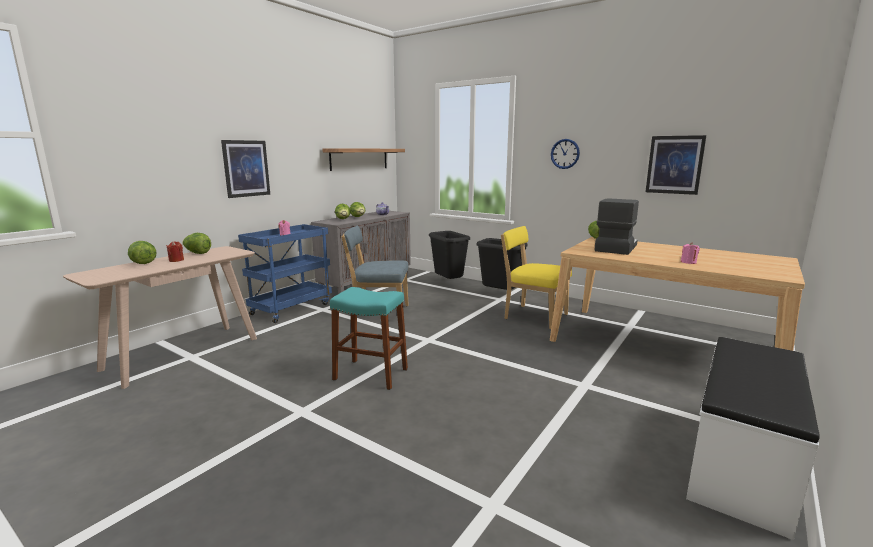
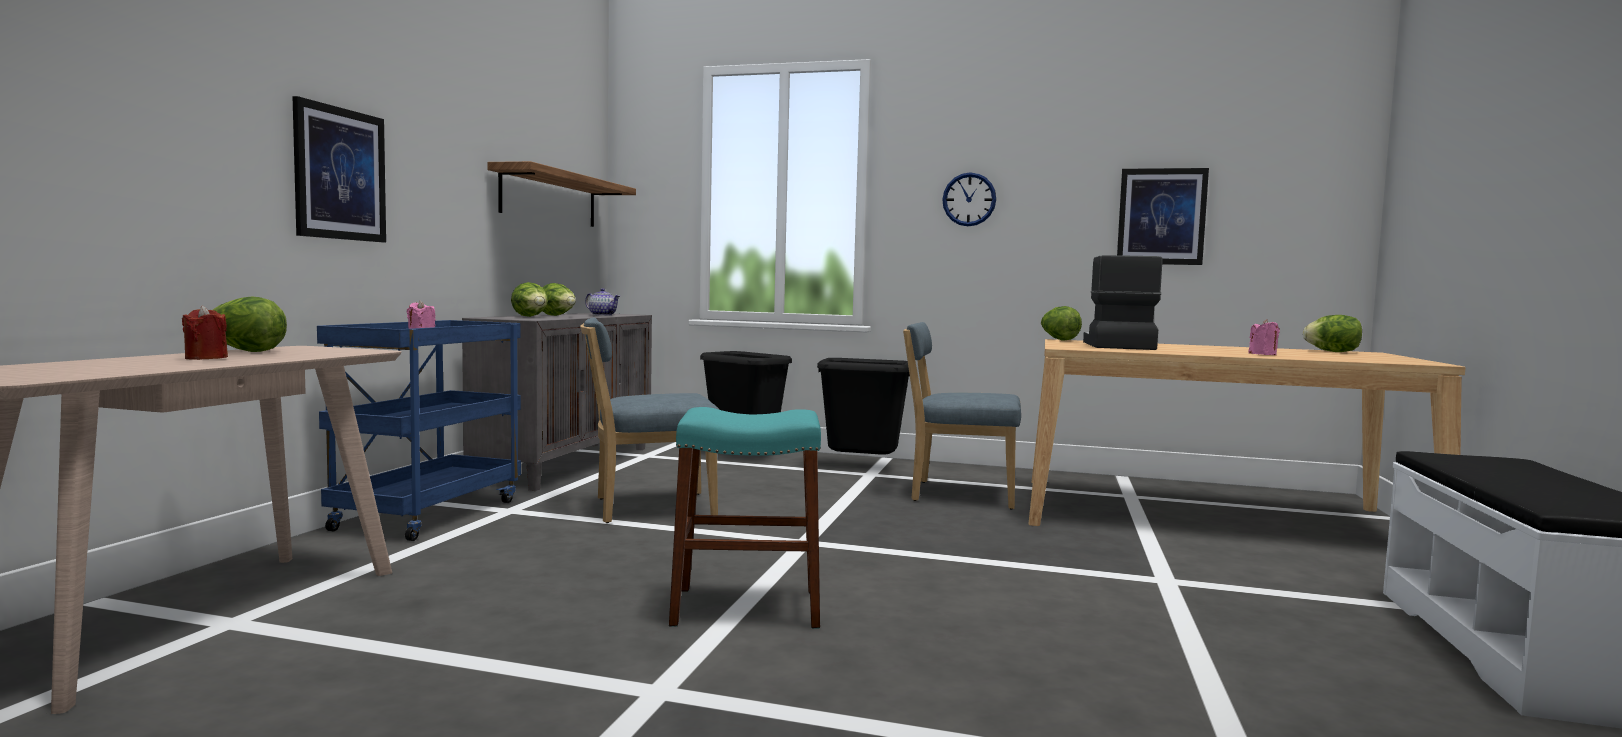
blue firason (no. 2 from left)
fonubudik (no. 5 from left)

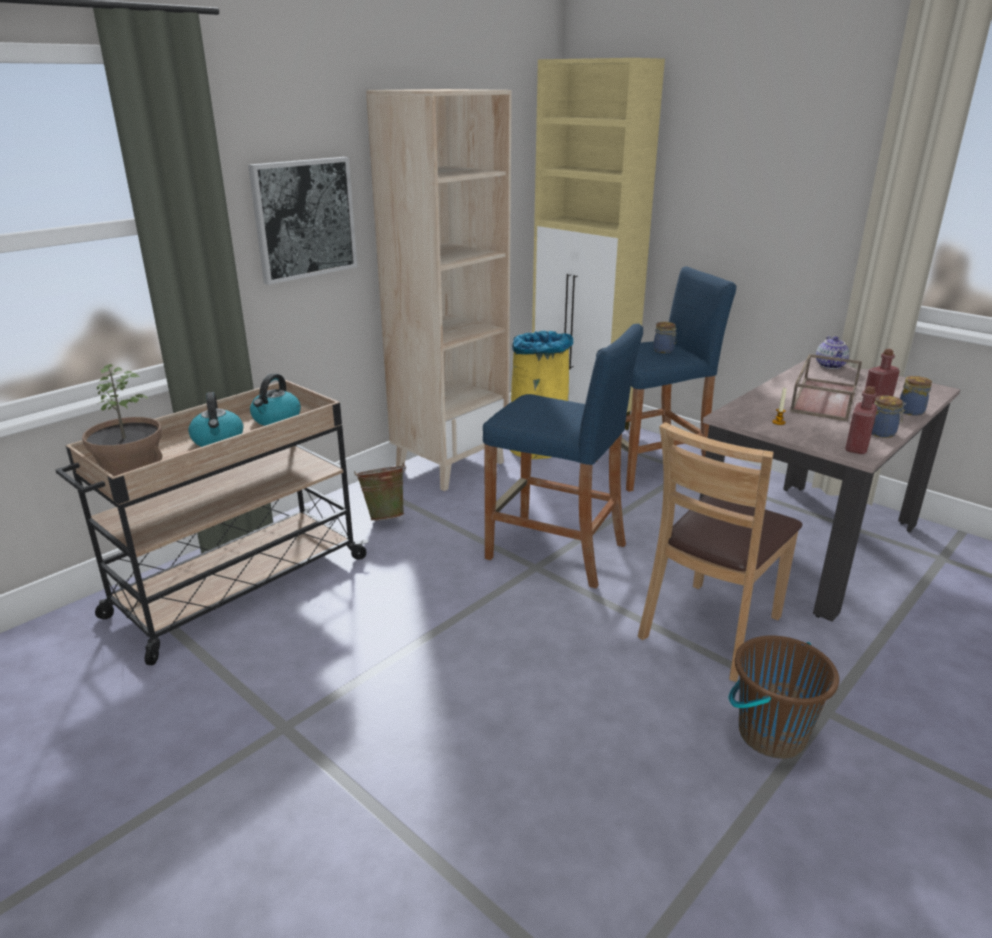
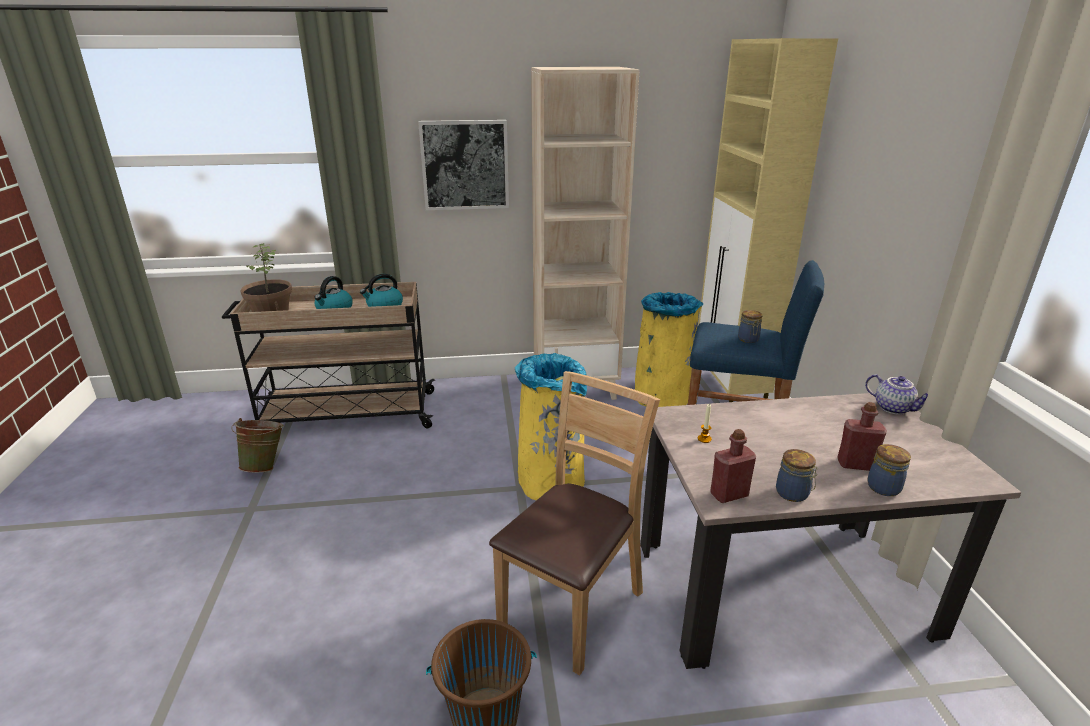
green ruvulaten
brown firason
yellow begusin (no. 1 from left)
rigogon
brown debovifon

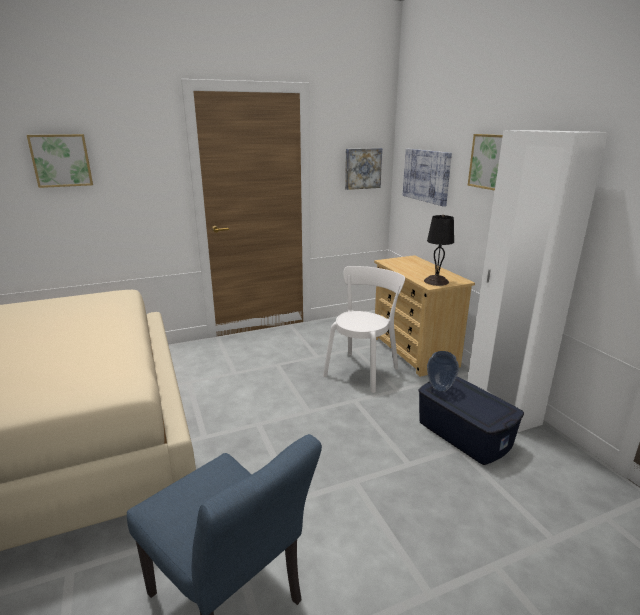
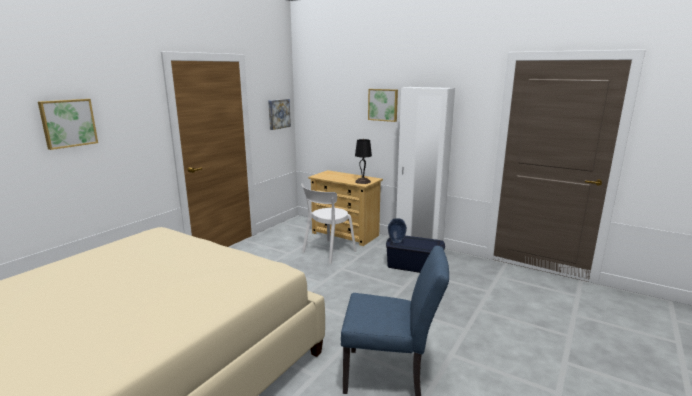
white firason
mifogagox (no. 3 from left in the first image)

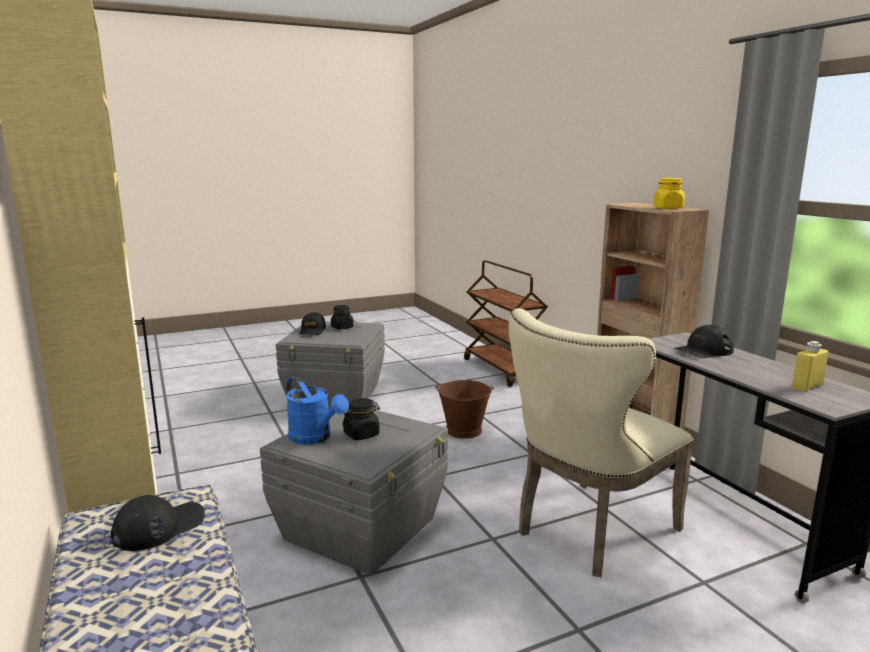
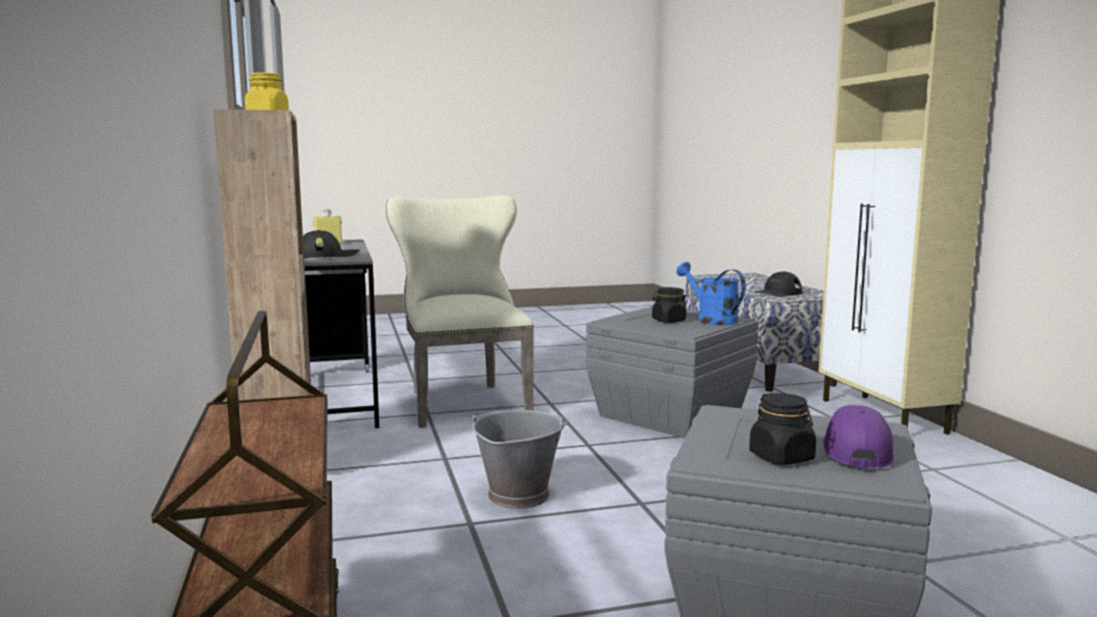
beige firason
grey ruvulaten
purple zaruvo

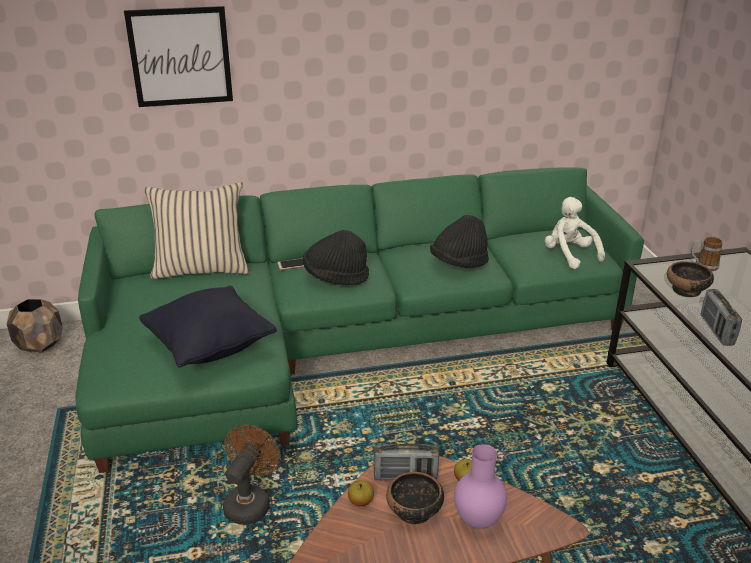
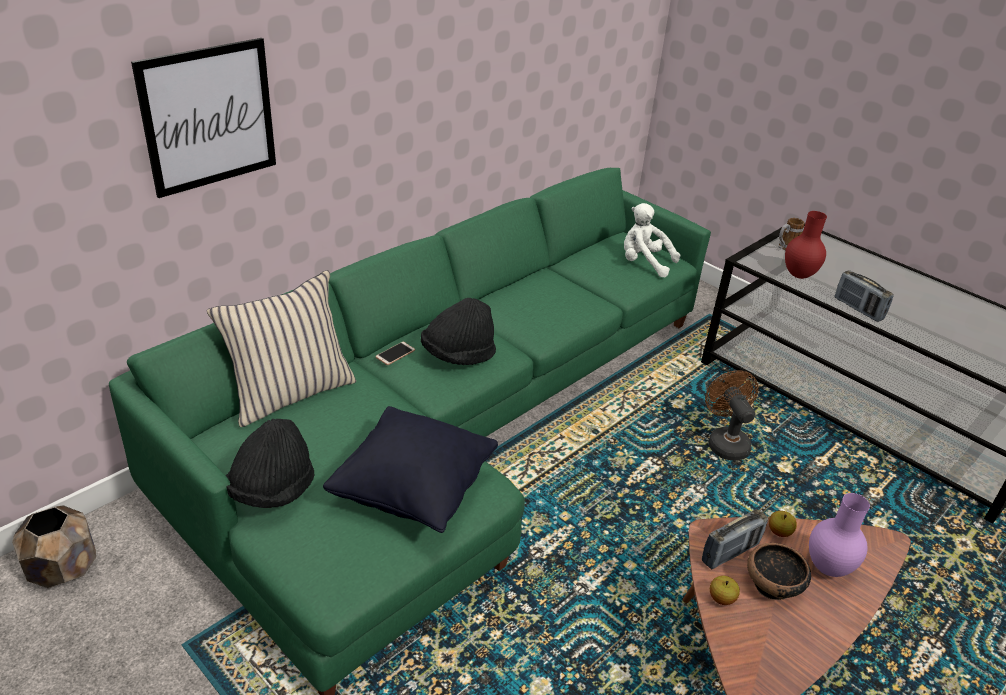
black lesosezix (no. 1 from left)
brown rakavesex
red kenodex

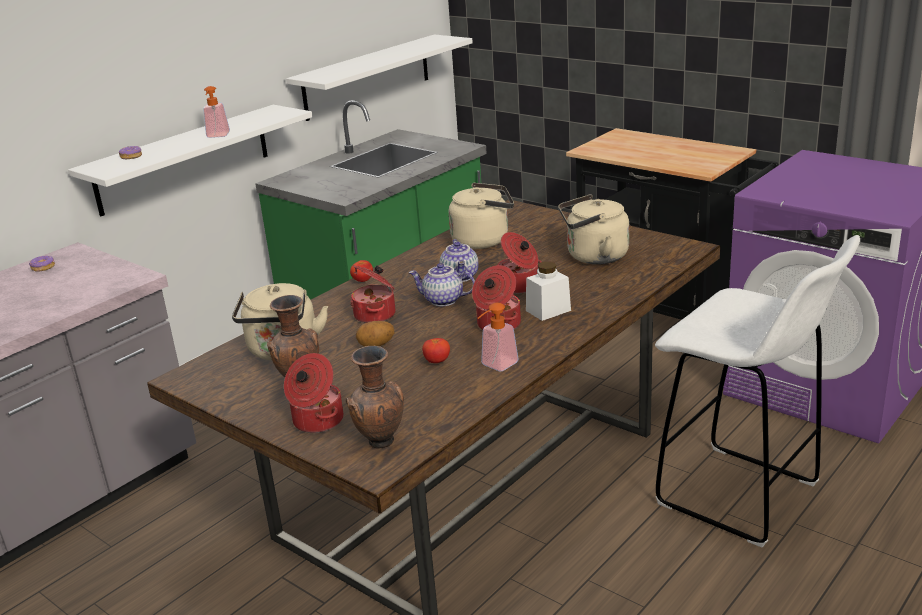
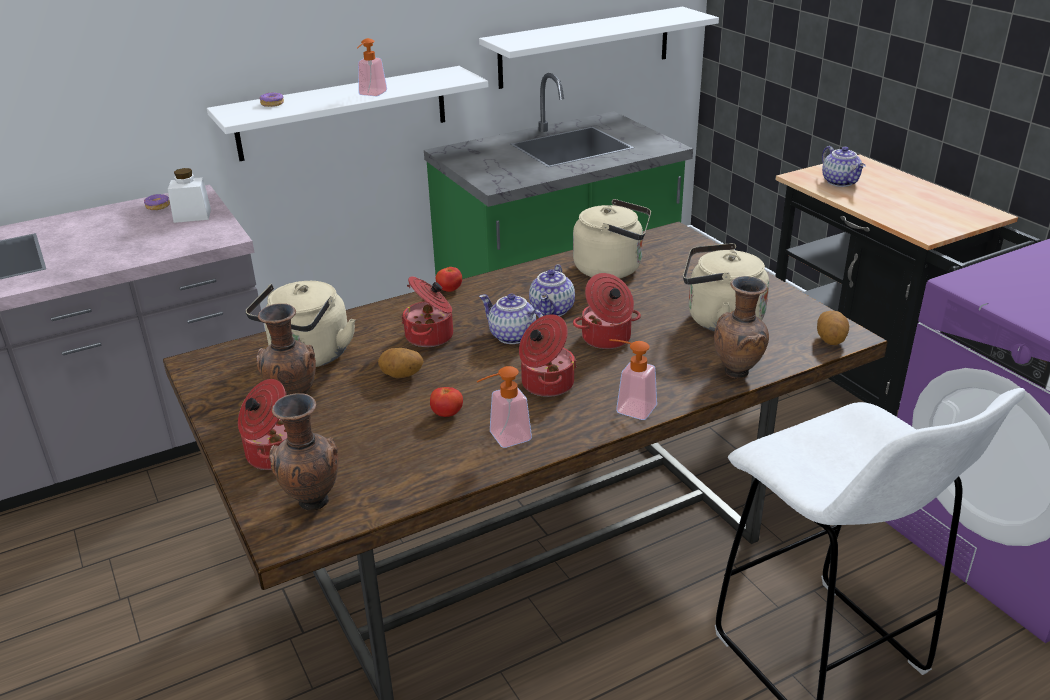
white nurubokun
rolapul (no. 3 from left)
brown kenodex (no. 3 from left)
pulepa (no. 2 from left)
rigogon (no. 3 from left)

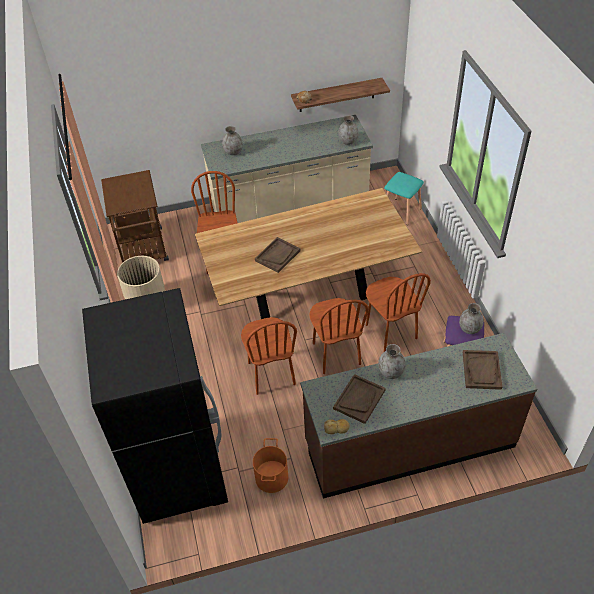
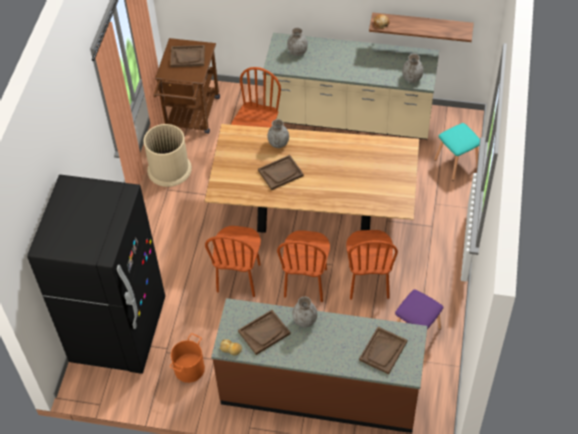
brown debovifon (no. 1 from left)
grey kenodex (no. 1 from left)

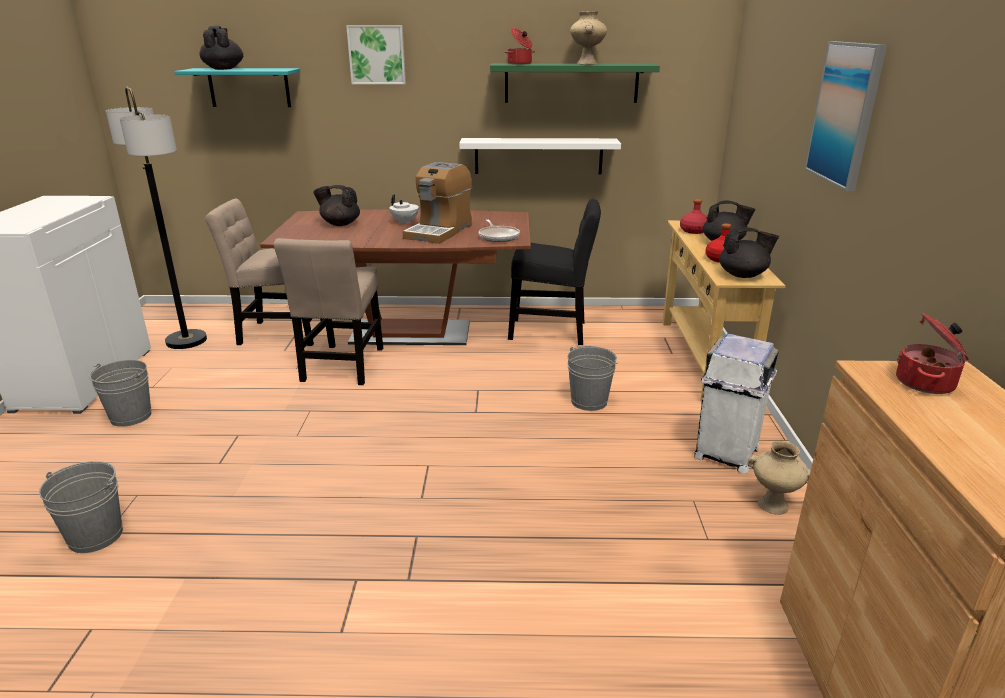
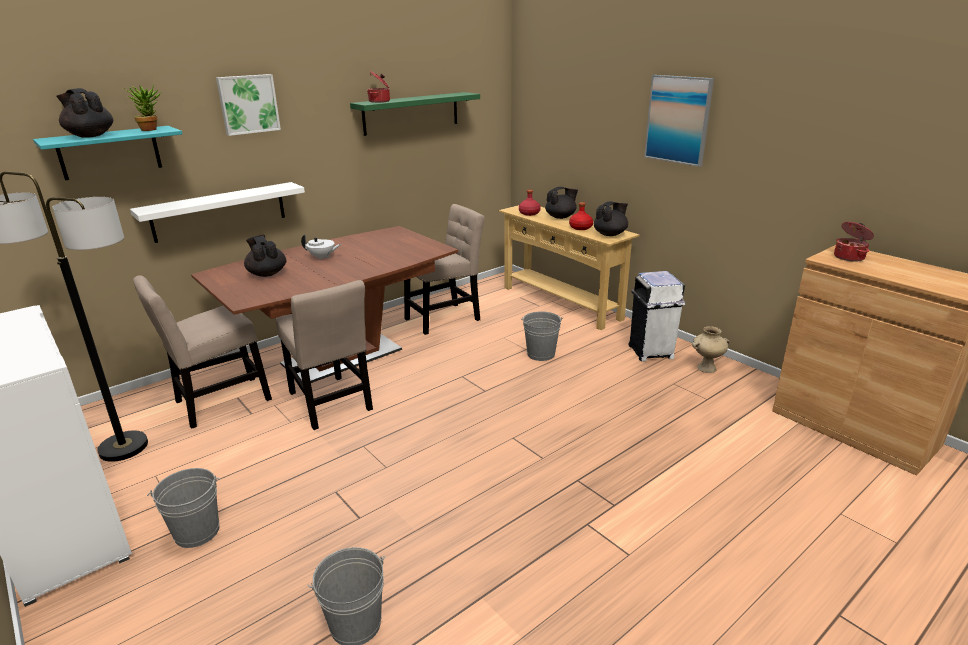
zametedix
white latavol
black rigogon (no. 2 from left)
beige firason (no. 3 from left)
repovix
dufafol
beige kenodex (no. 1 from left in the first image)

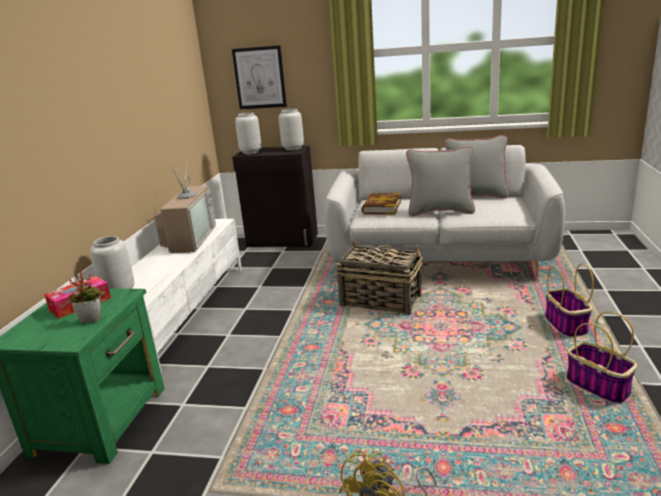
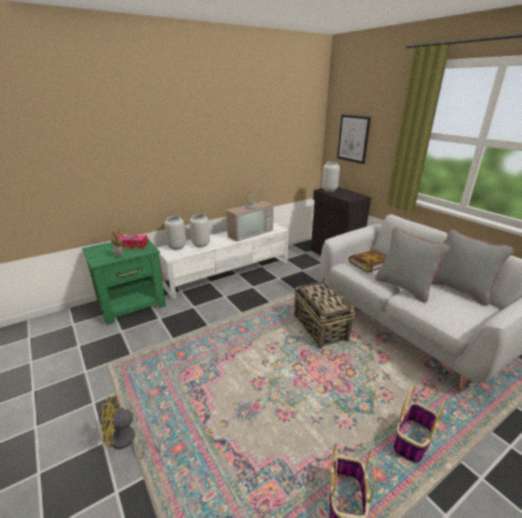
grey kenodex (no. 2 from left)

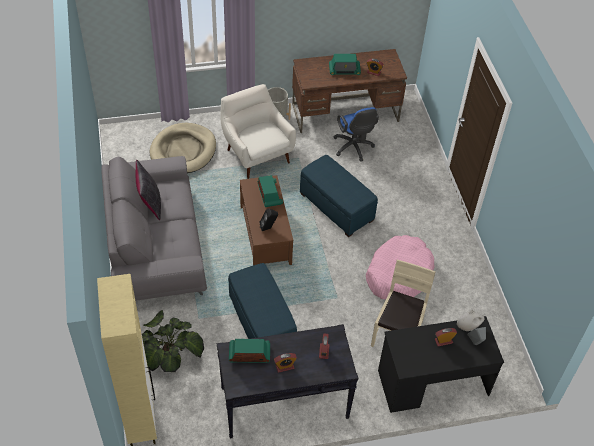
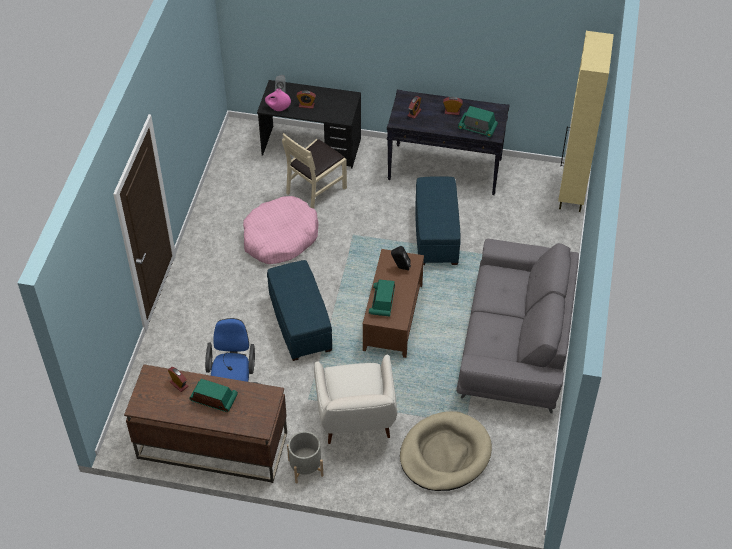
pink kenodex
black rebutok
zametedix

